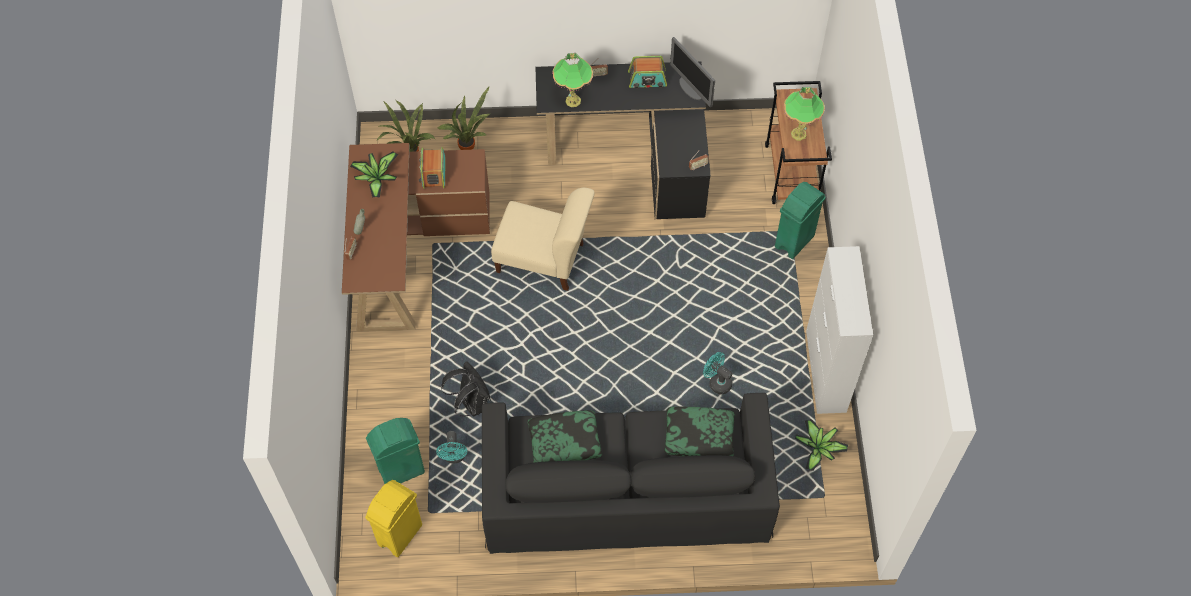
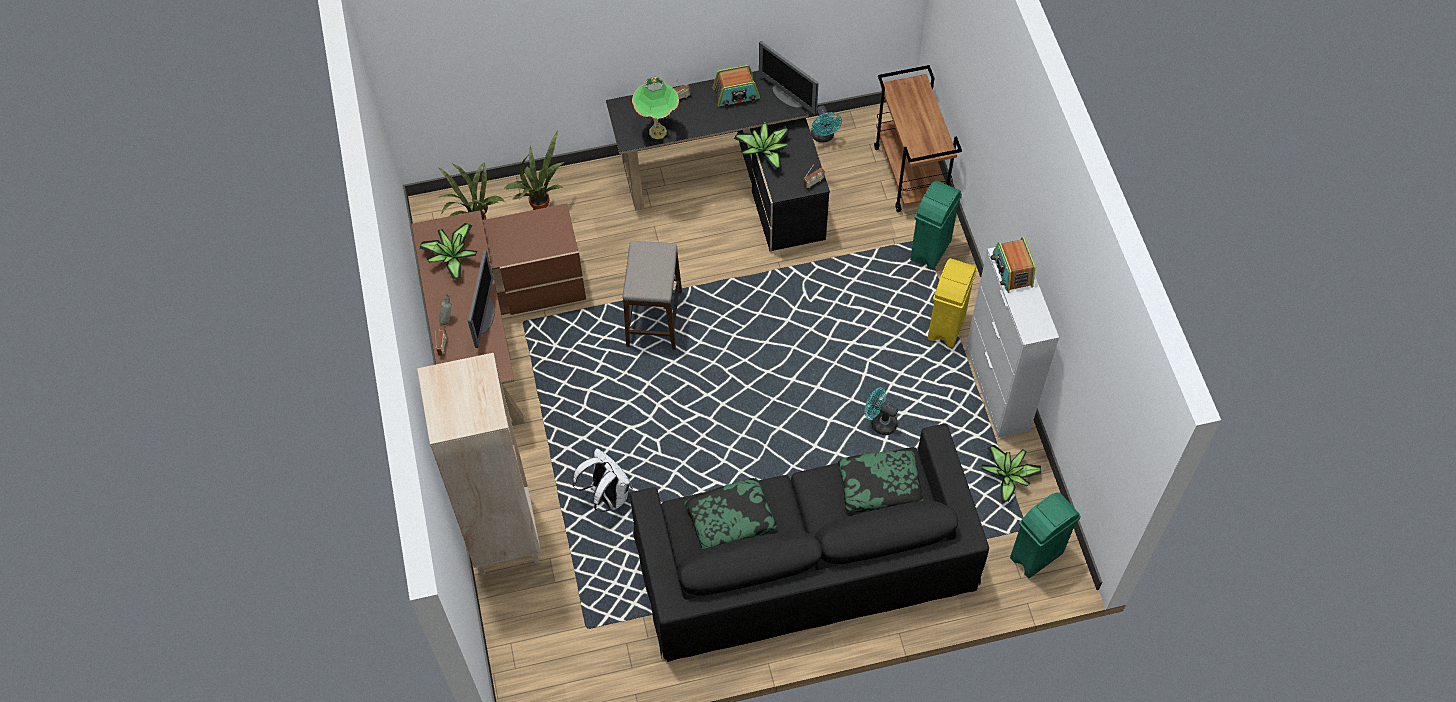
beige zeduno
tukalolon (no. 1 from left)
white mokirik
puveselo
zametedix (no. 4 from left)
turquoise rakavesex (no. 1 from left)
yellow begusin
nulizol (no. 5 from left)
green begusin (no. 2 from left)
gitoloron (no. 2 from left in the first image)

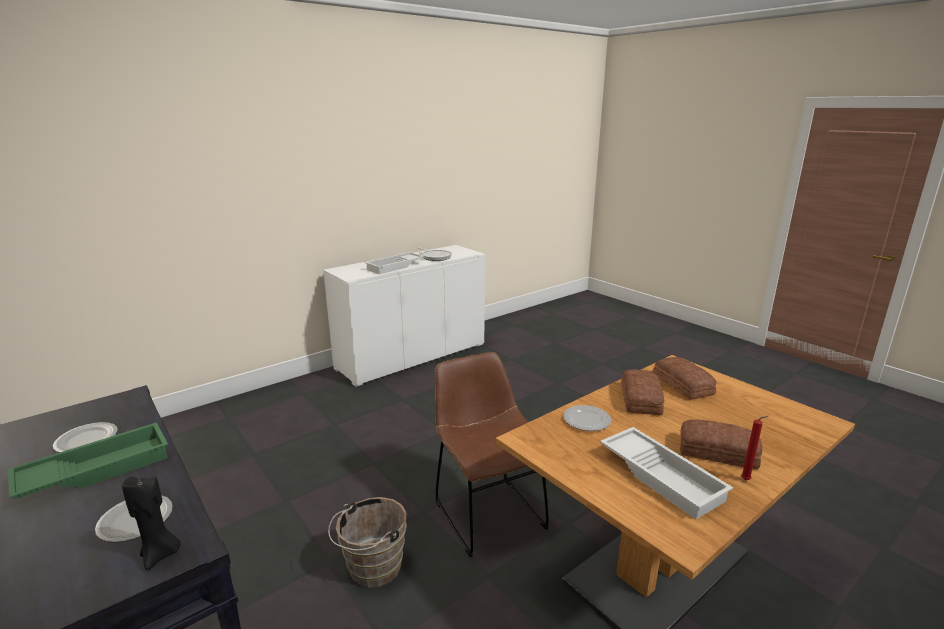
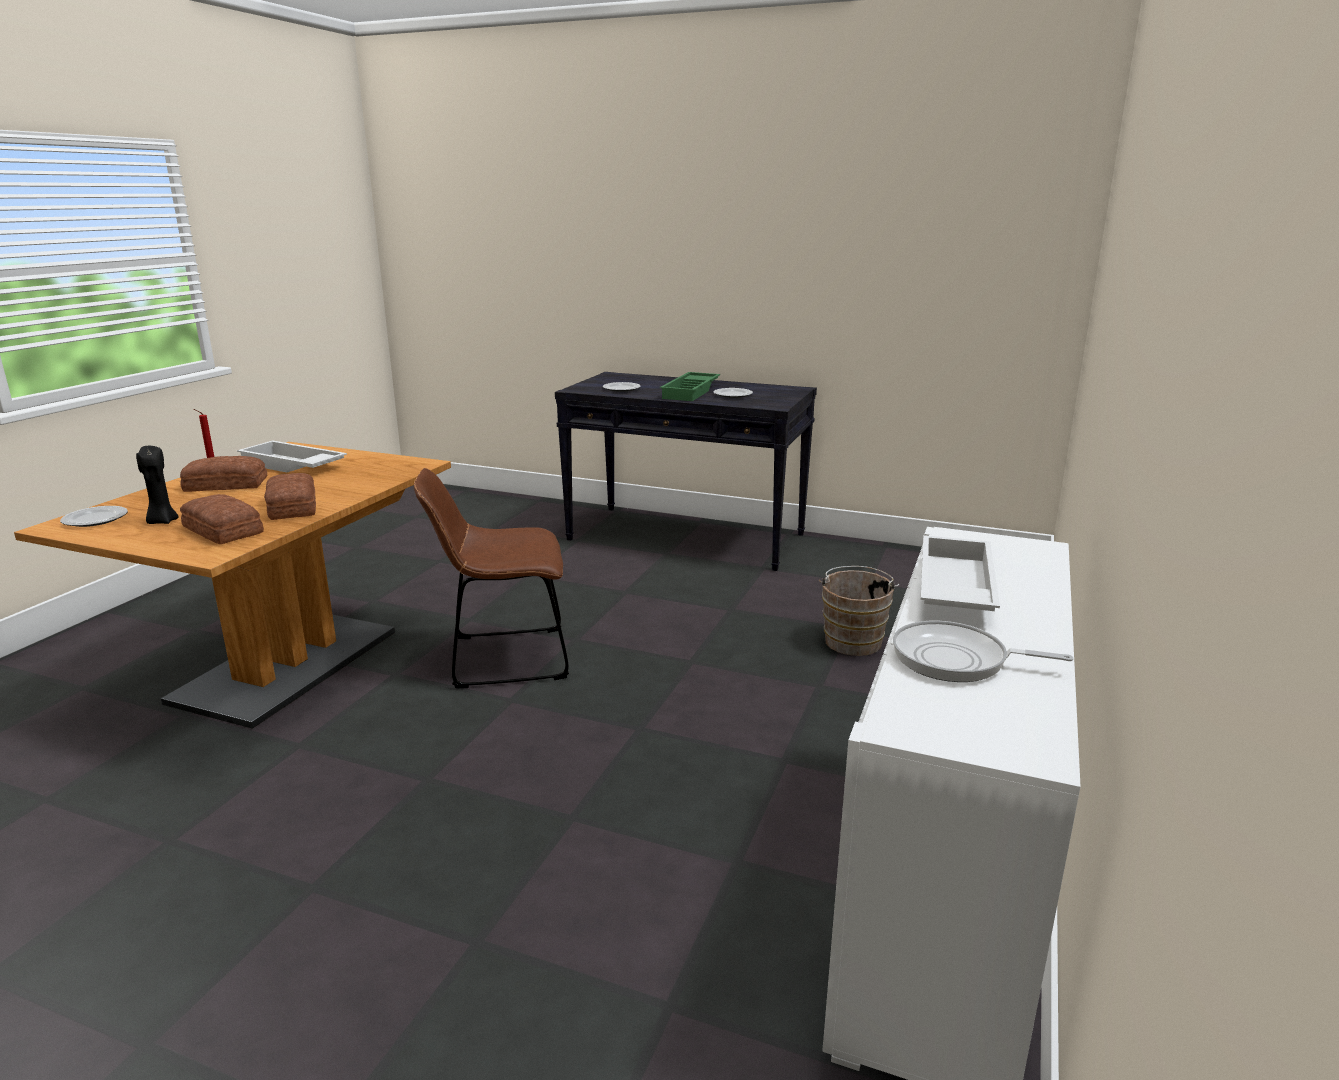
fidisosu (no. 1 from left)
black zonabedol
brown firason
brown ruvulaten

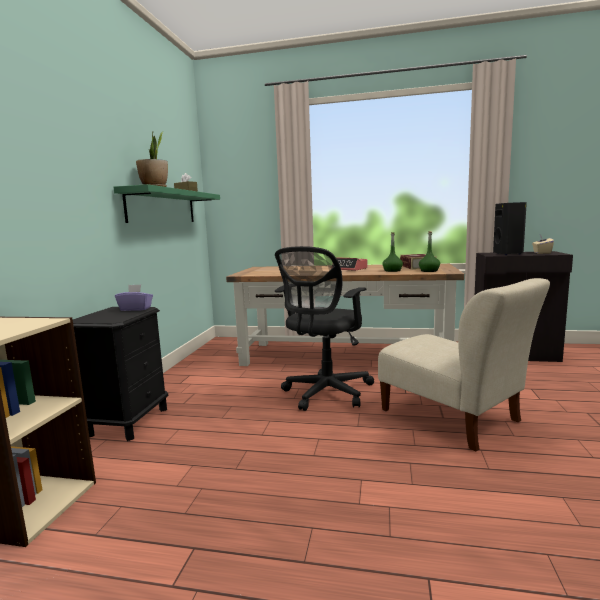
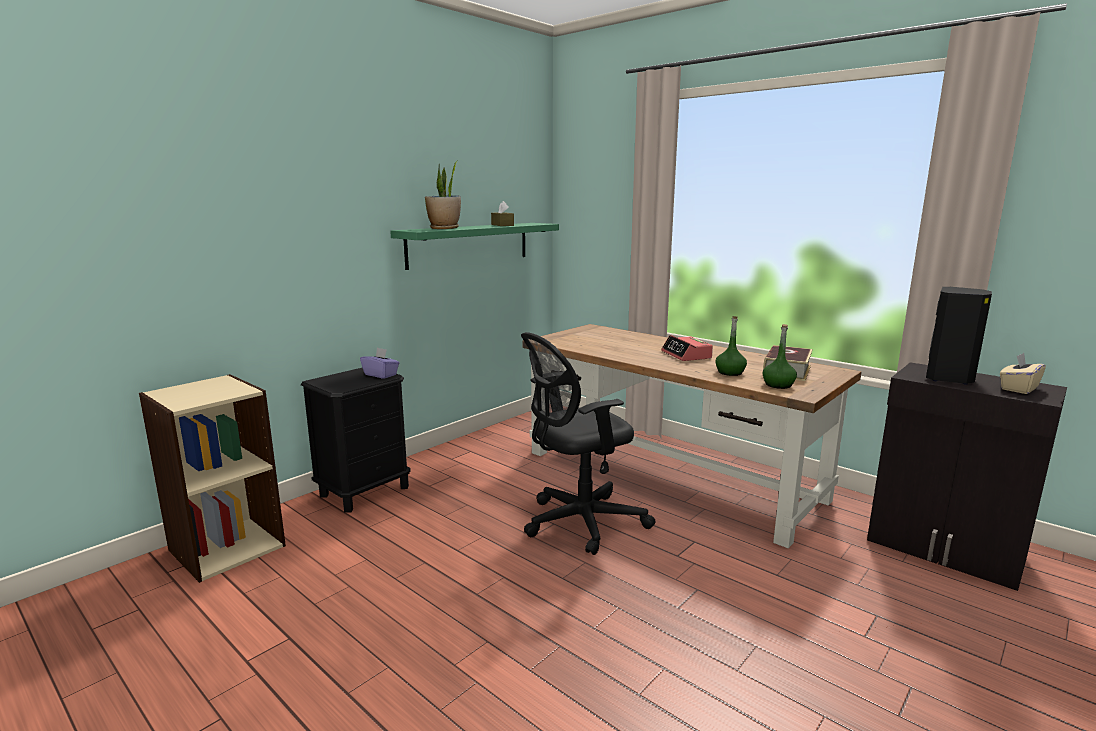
beige firason

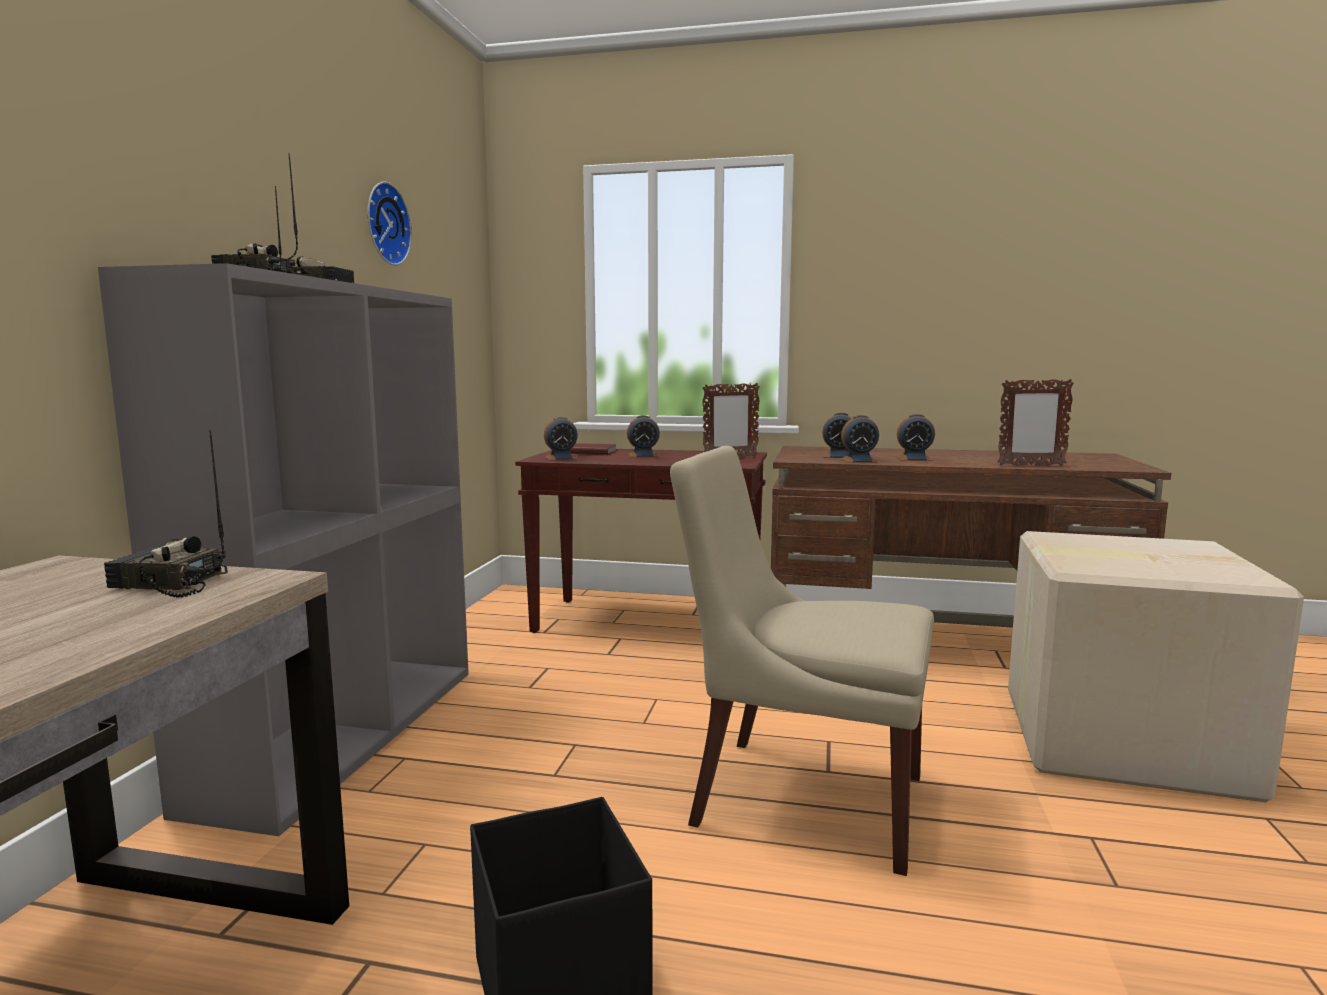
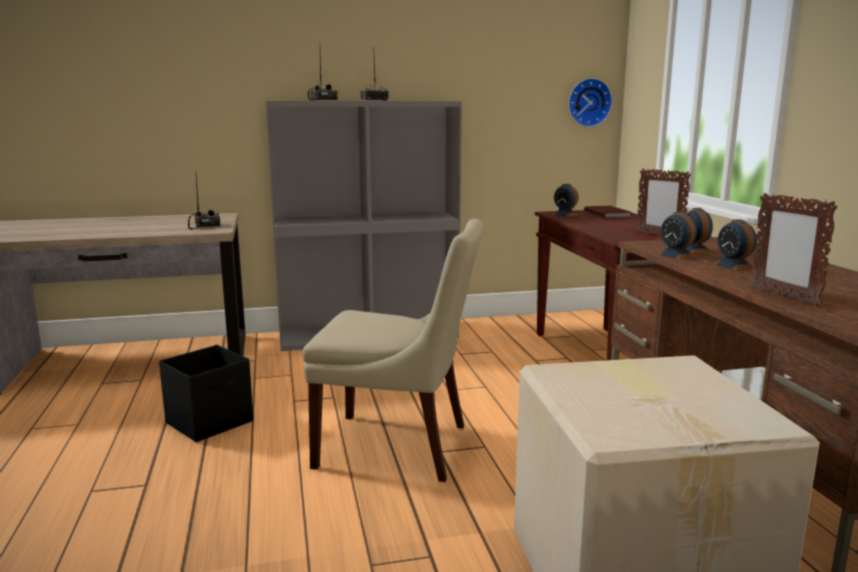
beige firason
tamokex
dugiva (no. 2 from left in the first image)

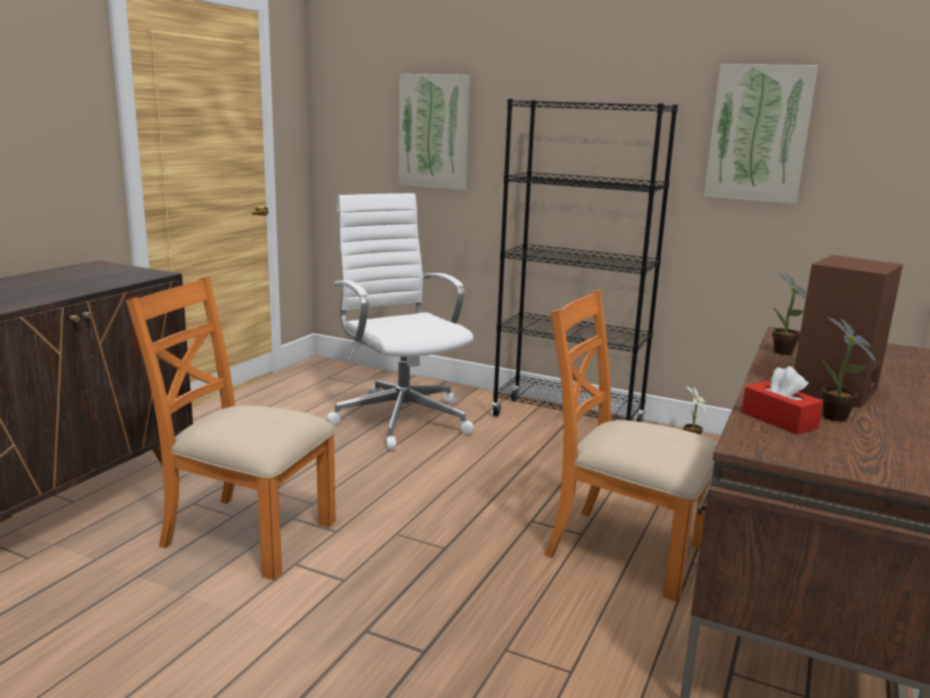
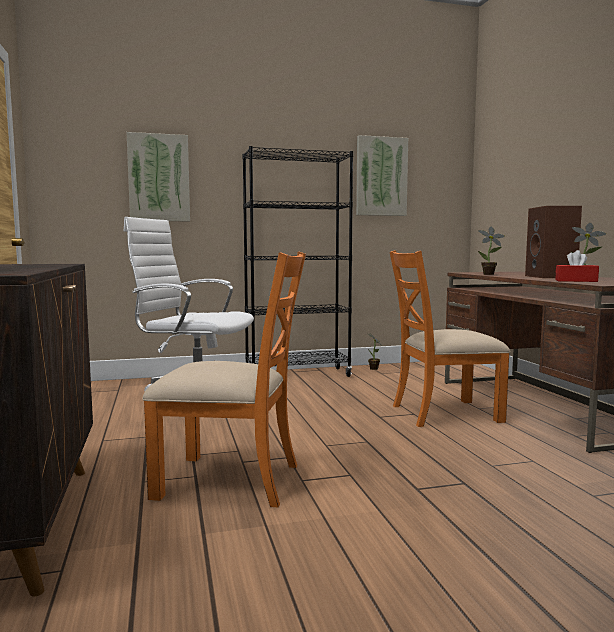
orange firason (no. 1 from left)

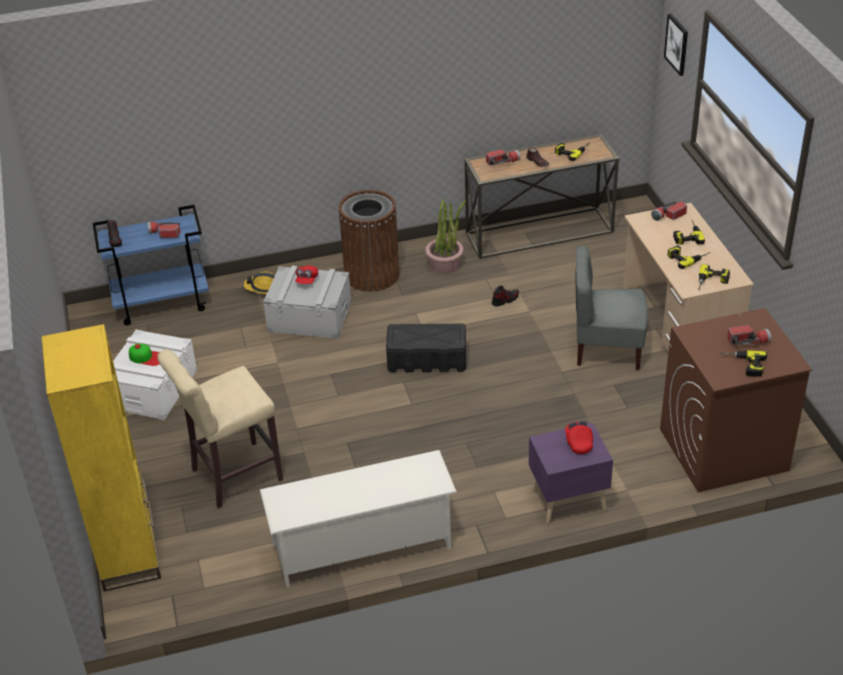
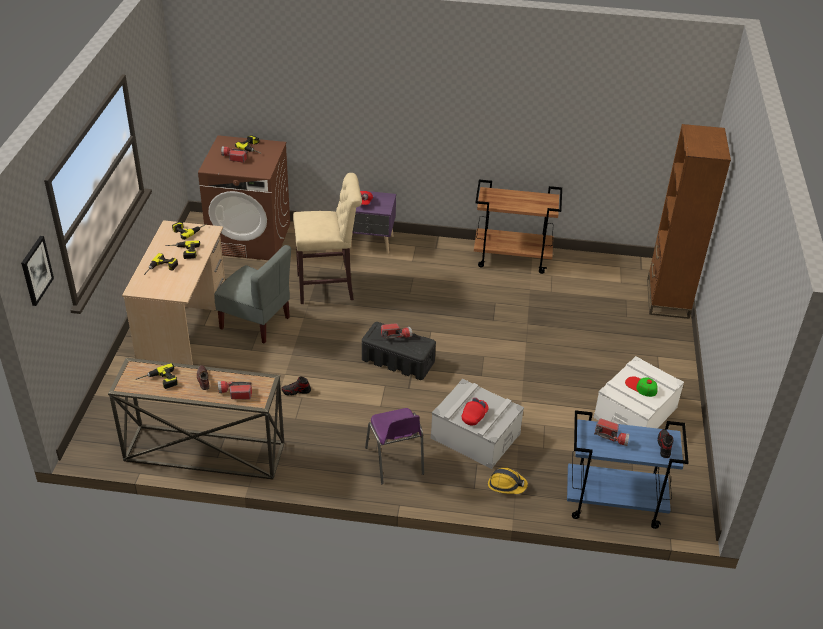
beige puveselo
purple firason
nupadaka (no. 3 from left)
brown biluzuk
brown zeduno
zametedix

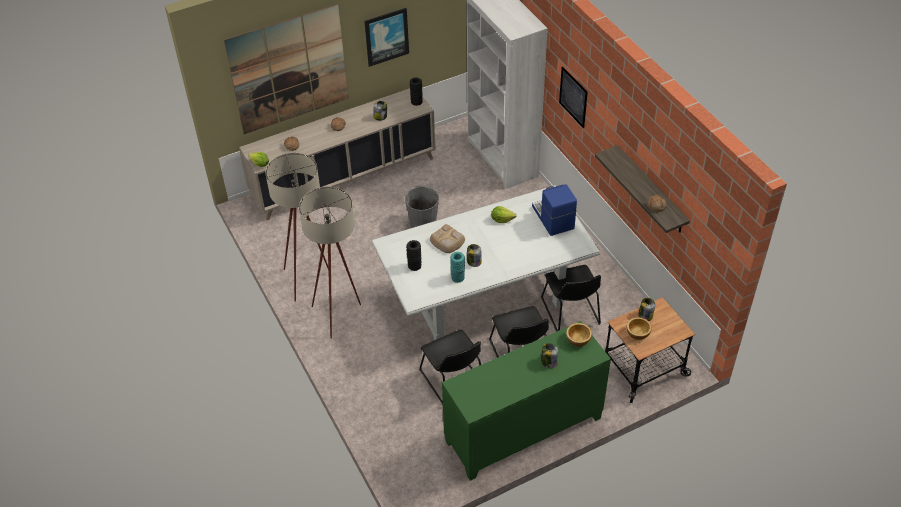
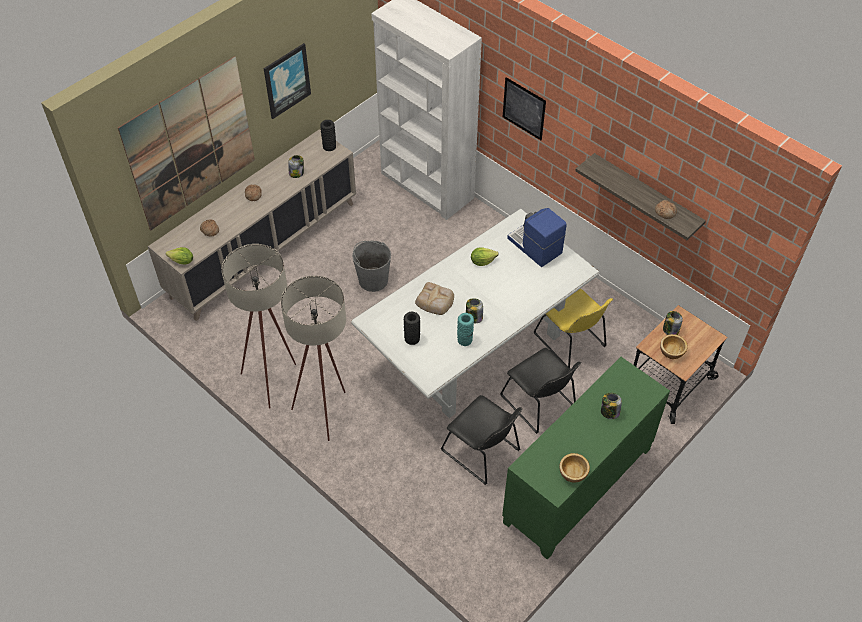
yellow firason
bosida (no. 1 from left)

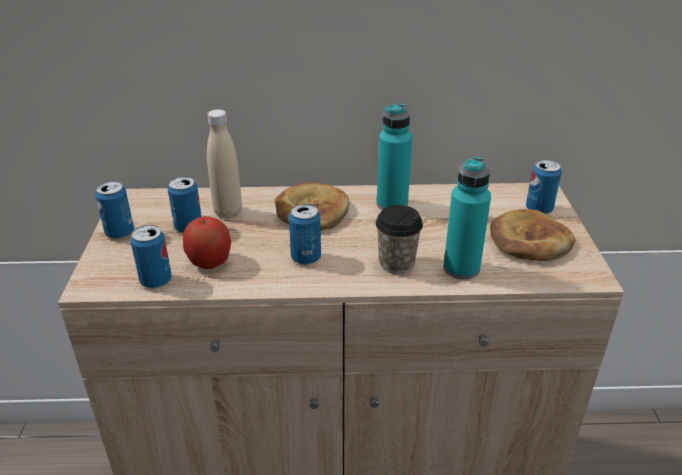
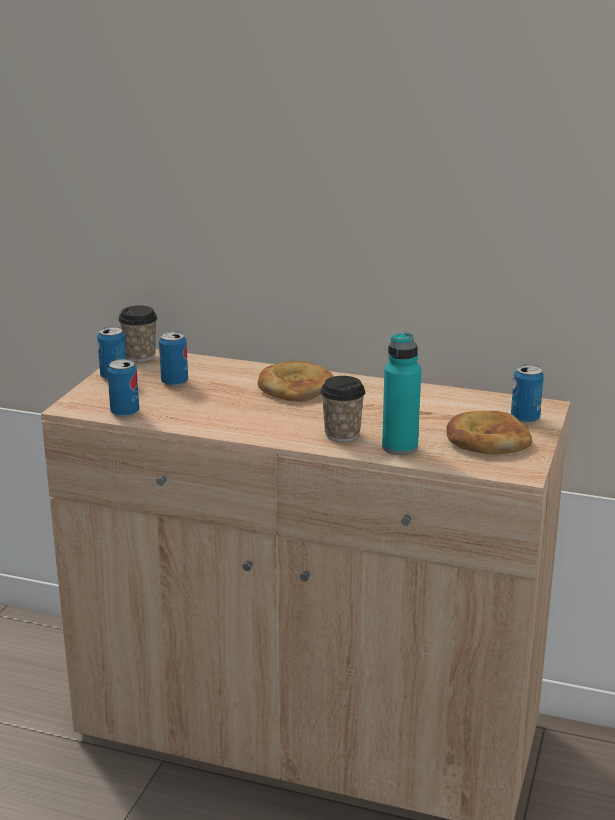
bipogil (no. 1 from left)
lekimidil
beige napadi
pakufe (no. 4 from left in the first image)
turquoise napadi (no. 1 from left in the first image)

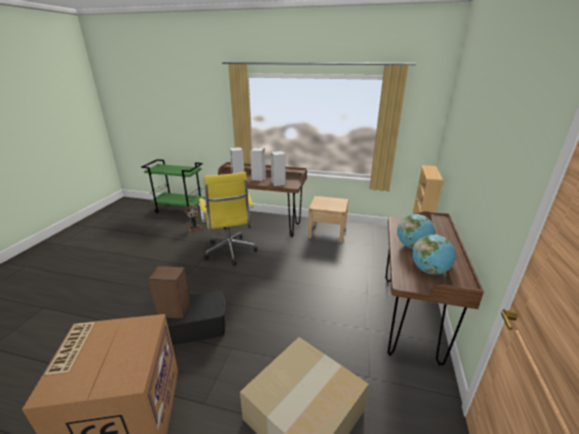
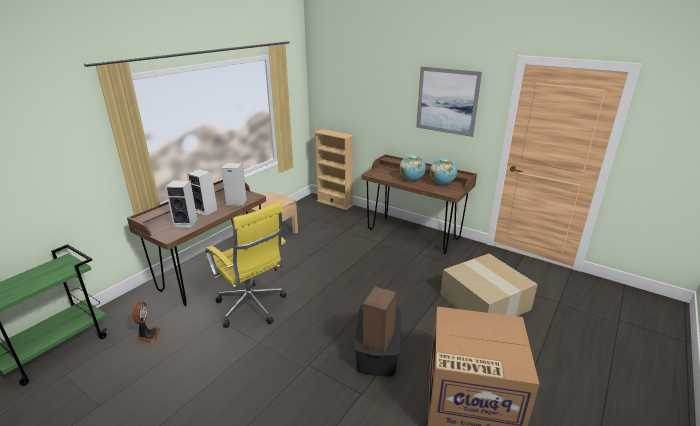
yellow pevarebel
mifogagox

